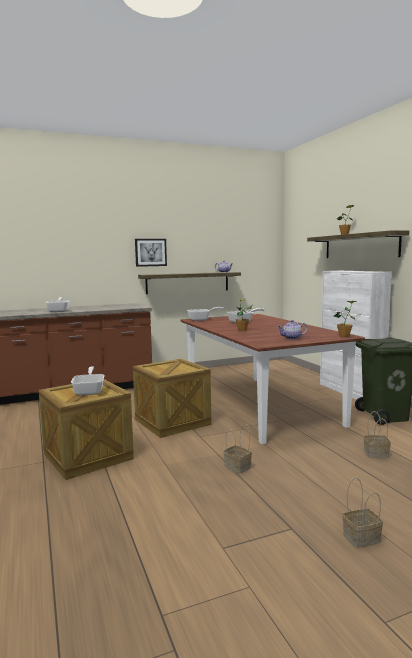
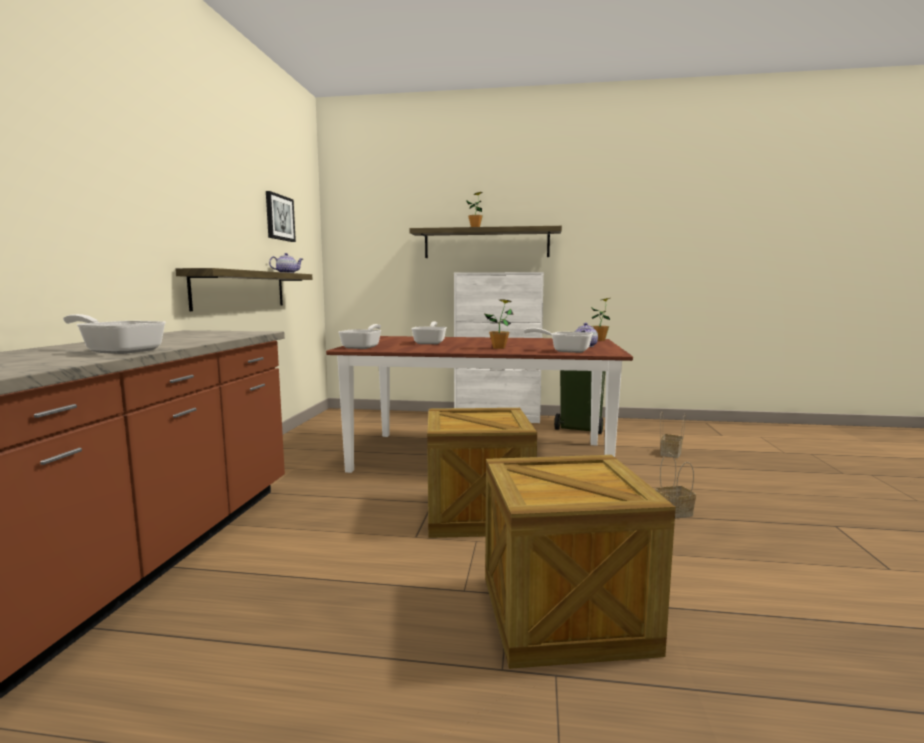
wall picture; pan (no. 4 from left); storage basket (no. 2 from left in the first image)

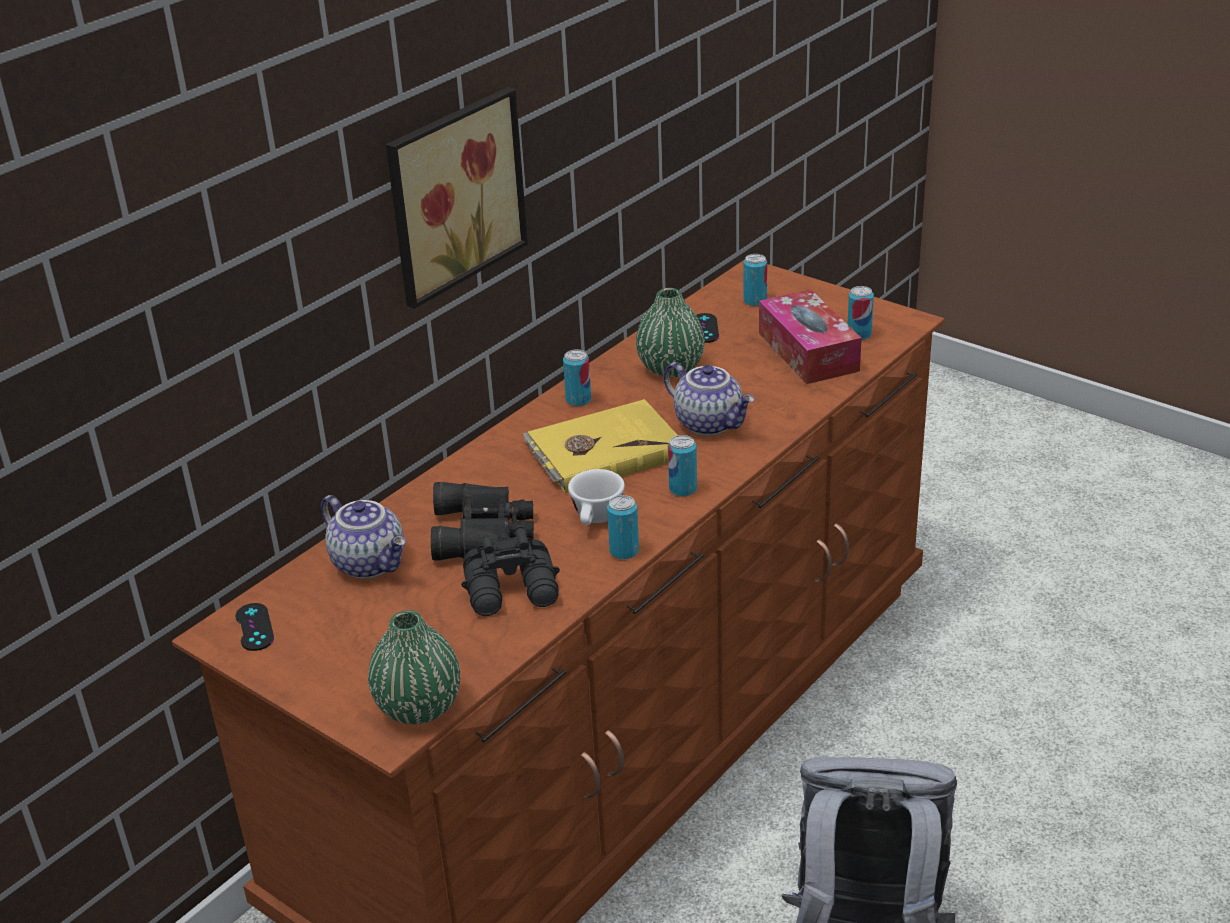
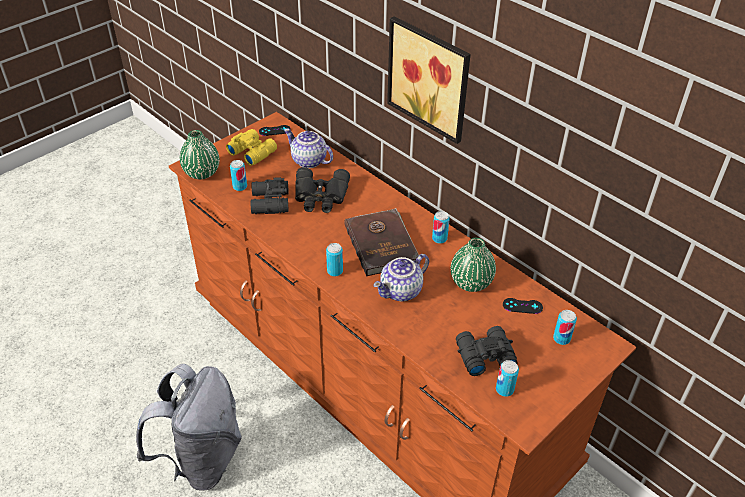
pair of binoculars (yellowish); sealed can (no. 1 from left); pot for tea (no. 1 from left); book (brown); pair of binoculars (black-coloured) (no. 3 from left); small cup (white)

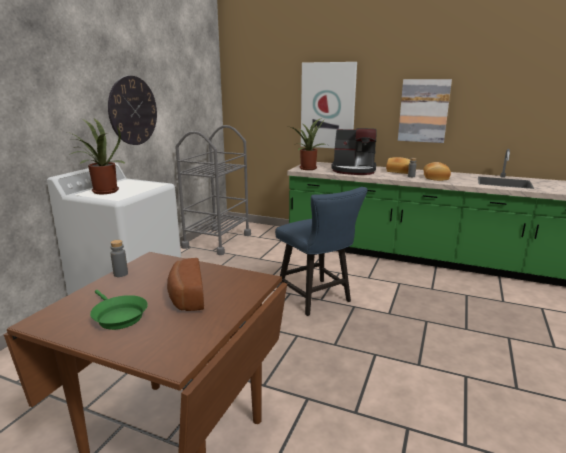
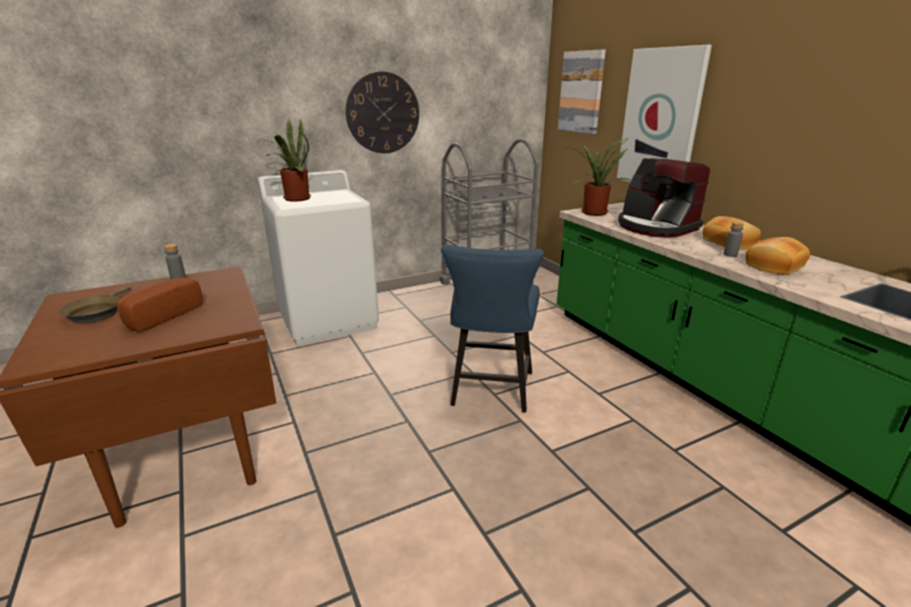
pan (brown); wall picture (no. 1 from left)

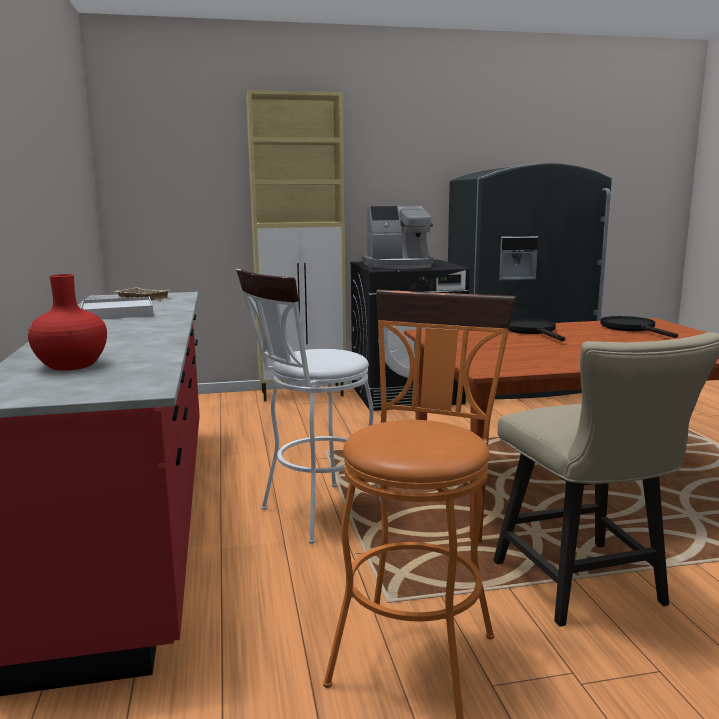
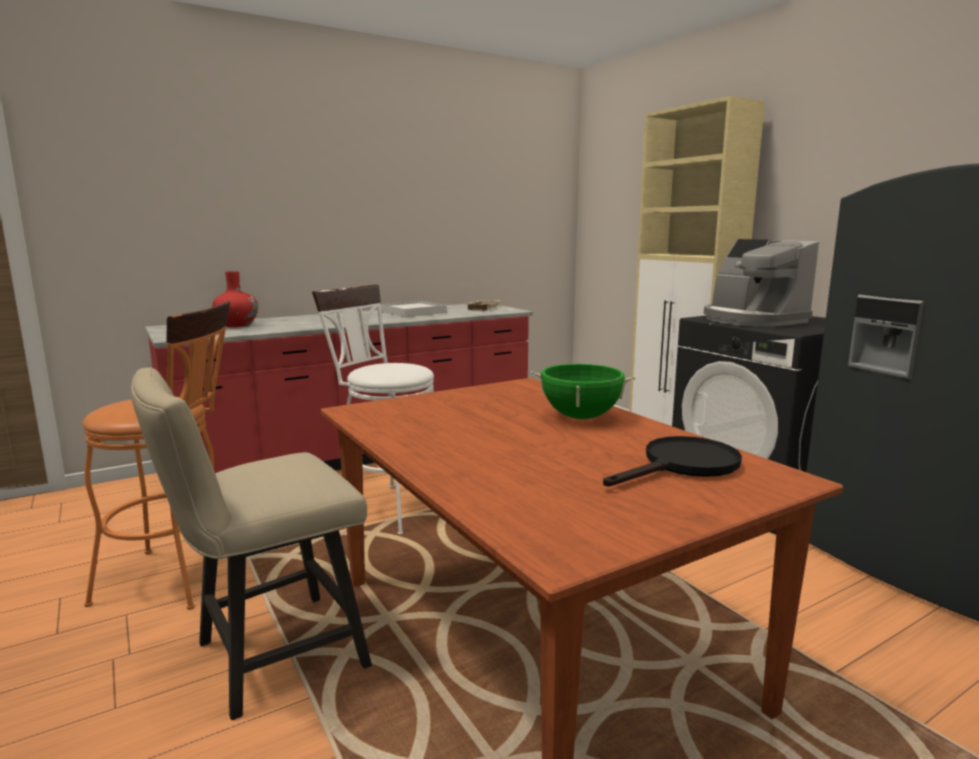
saucepot (green)

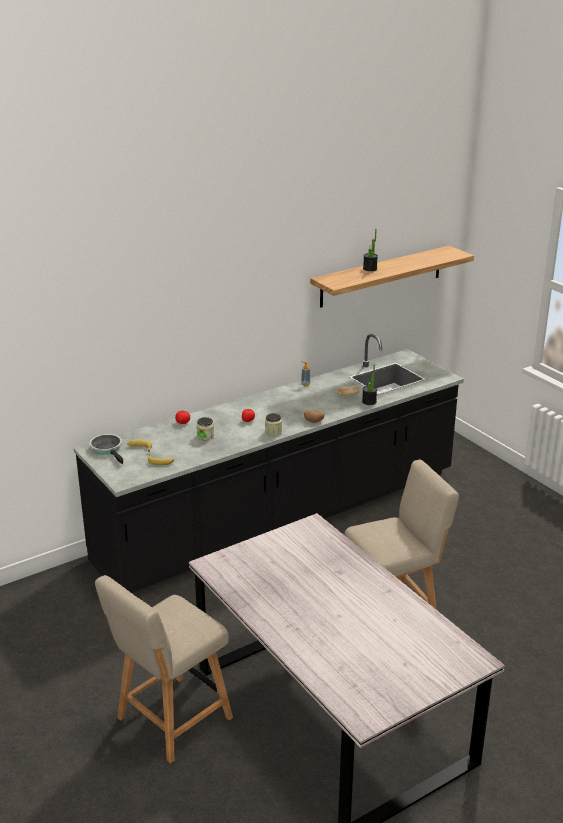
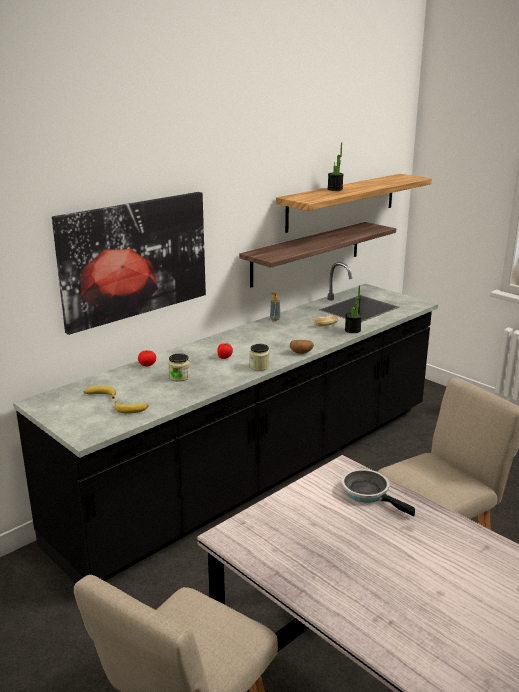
wall picture; bracket shelf (no. 1 from left); pan

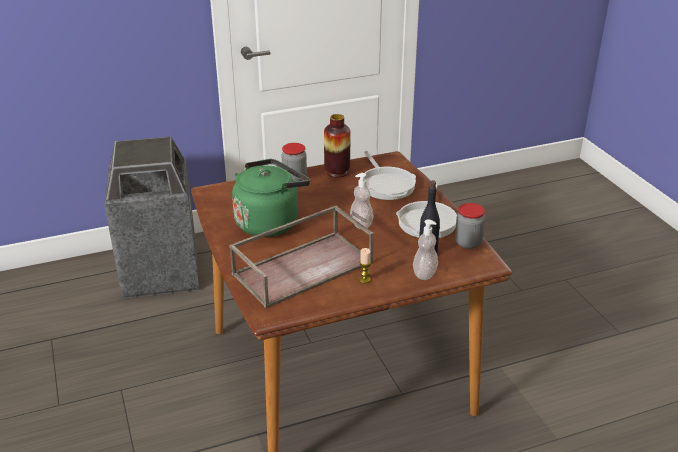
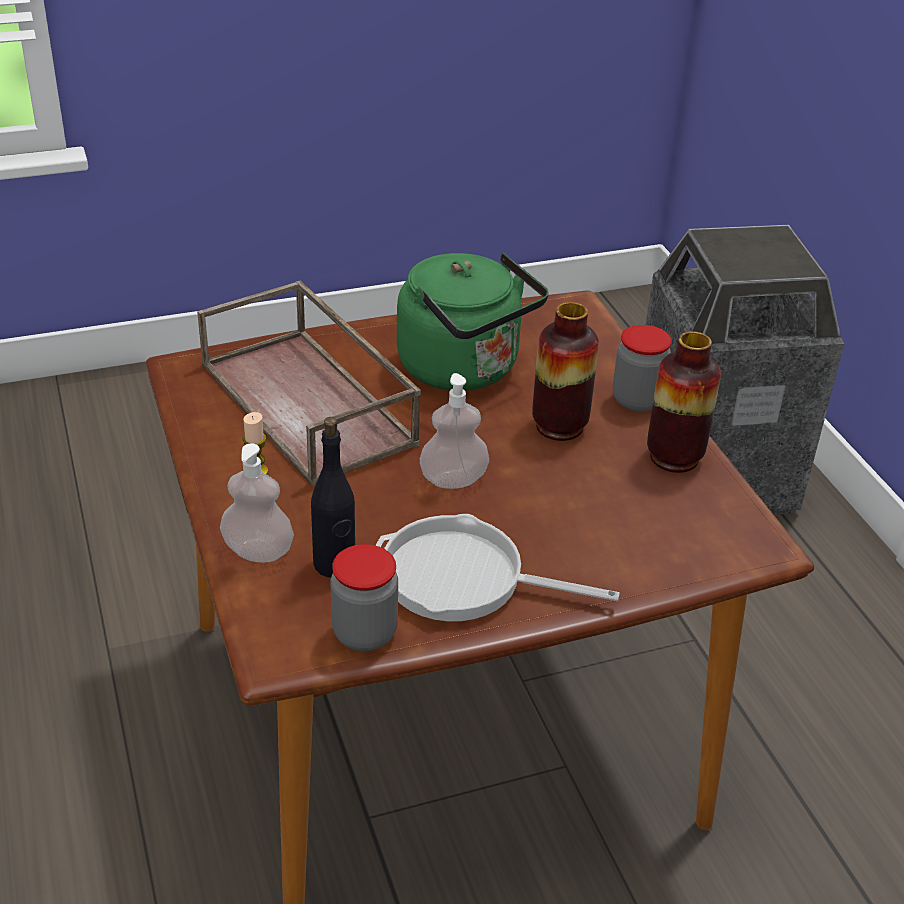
vase (no. 1 from left); pan (no. 1 from left in the first image)

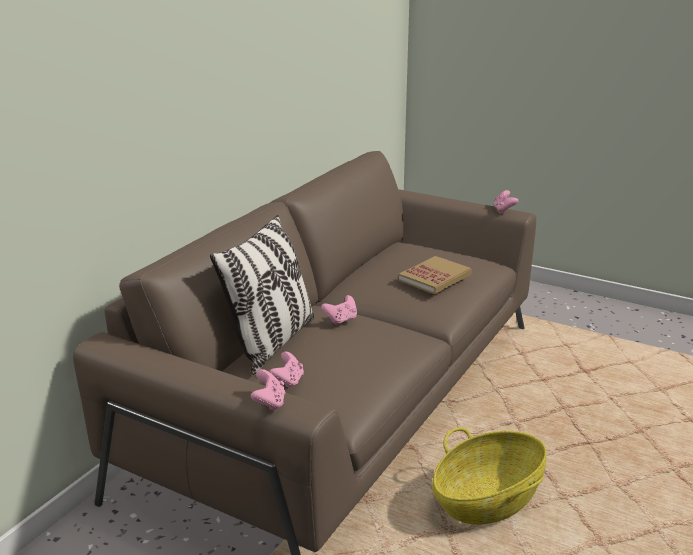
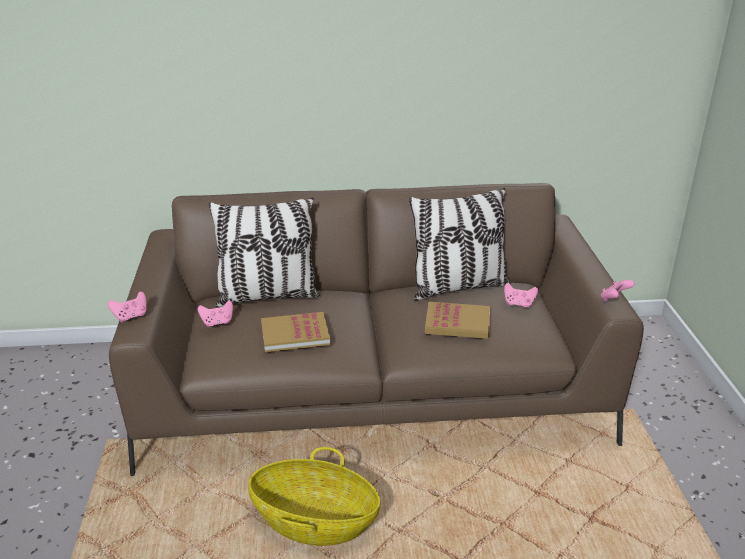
book (no. 1 from left); throw pillow (no. 2 from left); game controller (pinkish) (no. 3 from left)

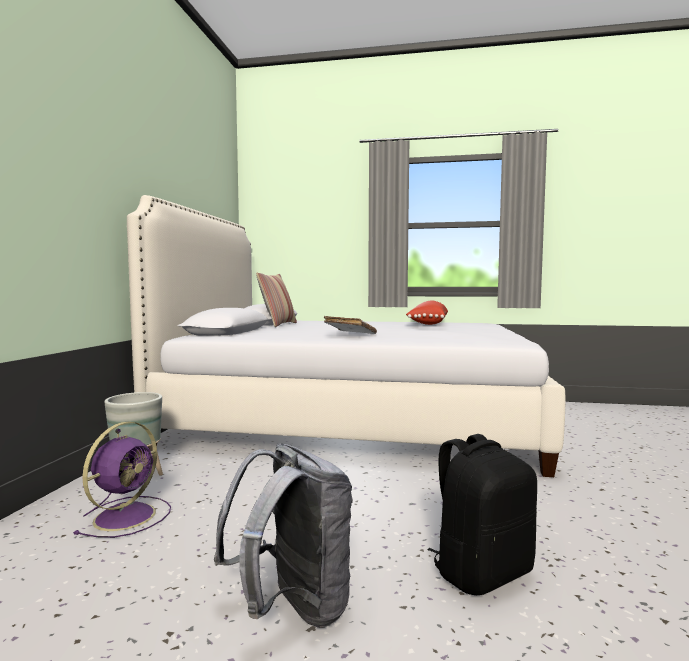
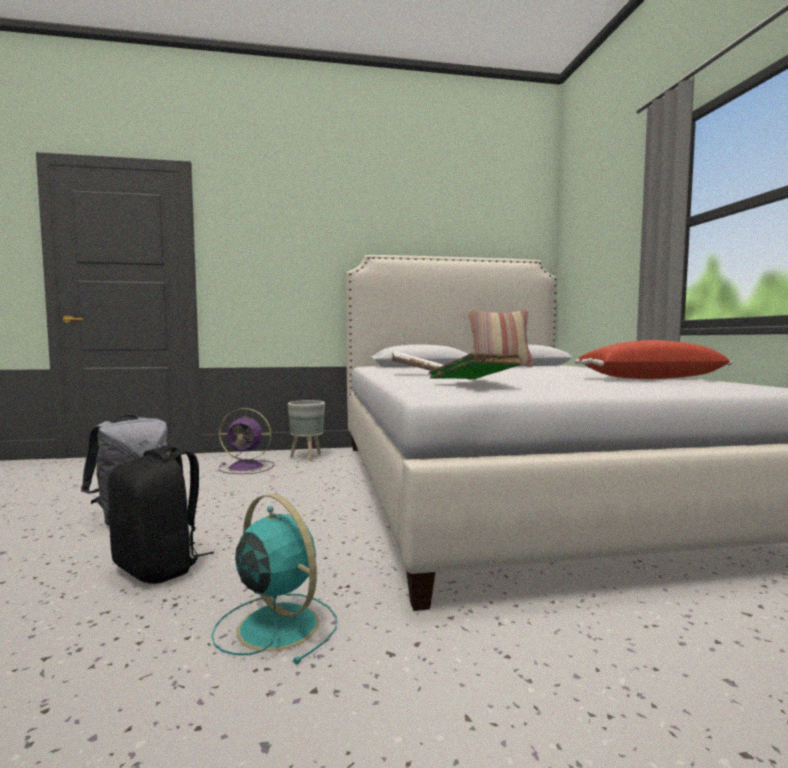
cooling fan (blue-green); book (green)

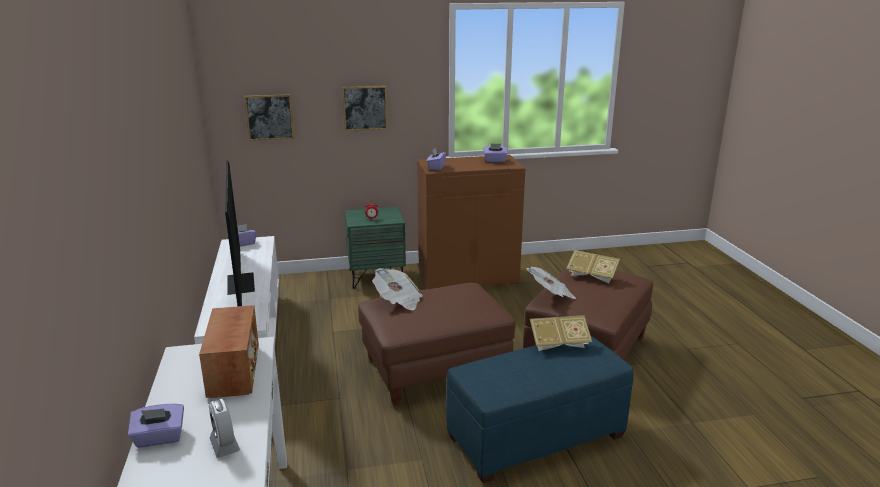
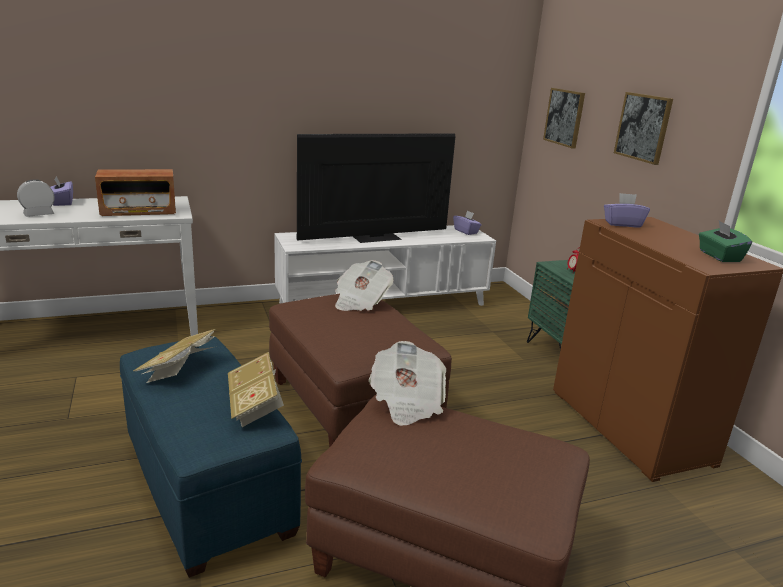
book (no. 1 from left); tissue holder (green)

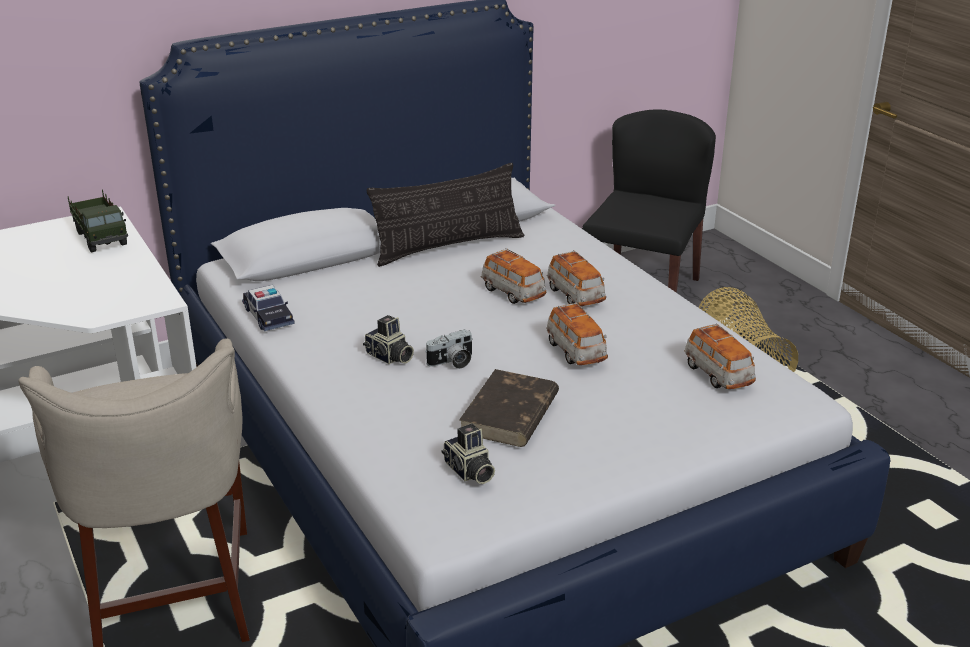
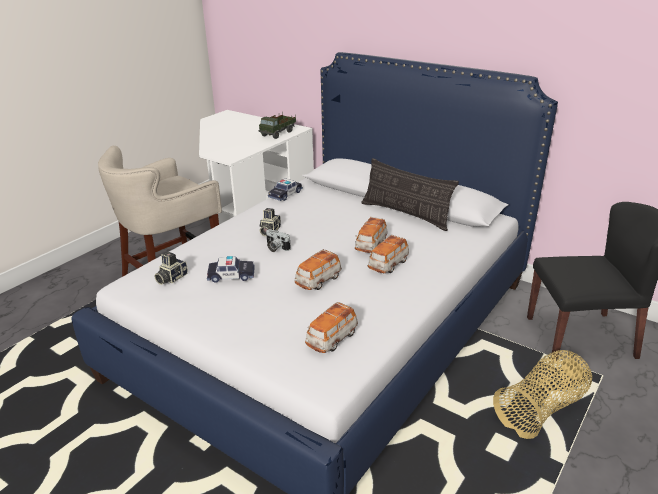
toy car (no. 1 from left)

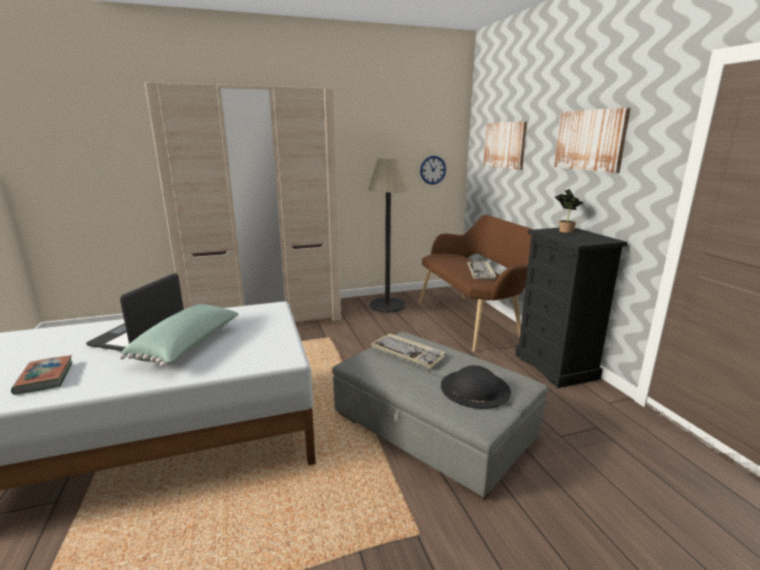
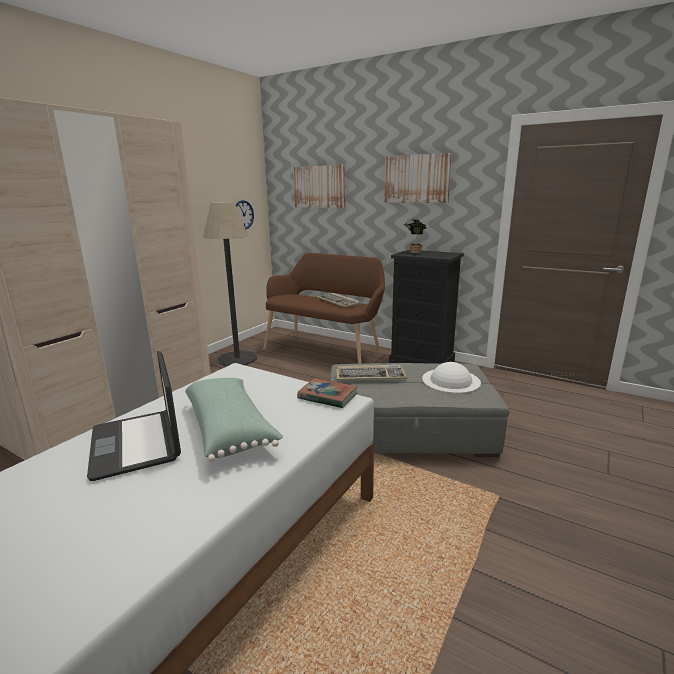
book; hat (white)

